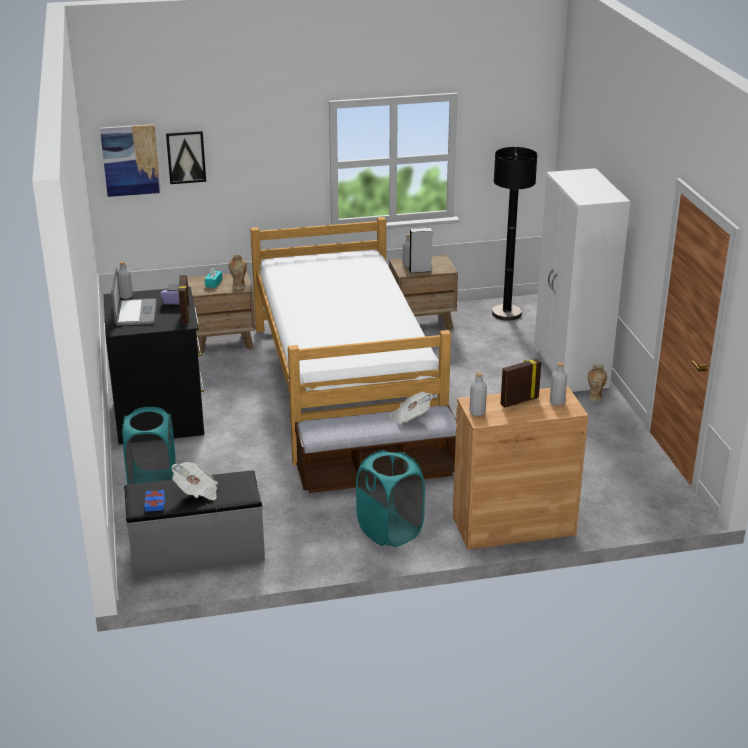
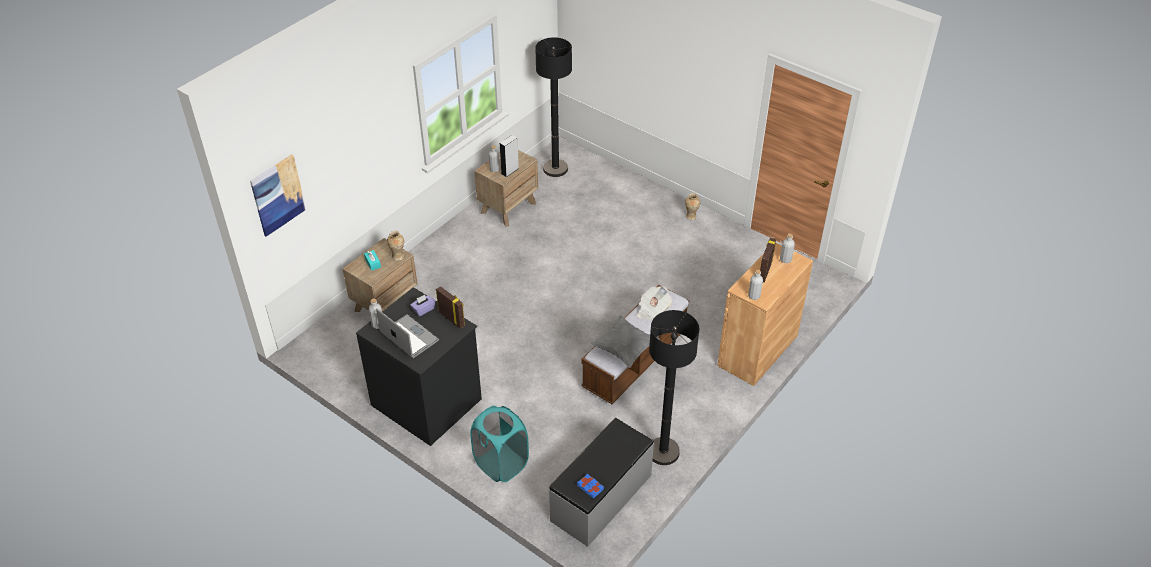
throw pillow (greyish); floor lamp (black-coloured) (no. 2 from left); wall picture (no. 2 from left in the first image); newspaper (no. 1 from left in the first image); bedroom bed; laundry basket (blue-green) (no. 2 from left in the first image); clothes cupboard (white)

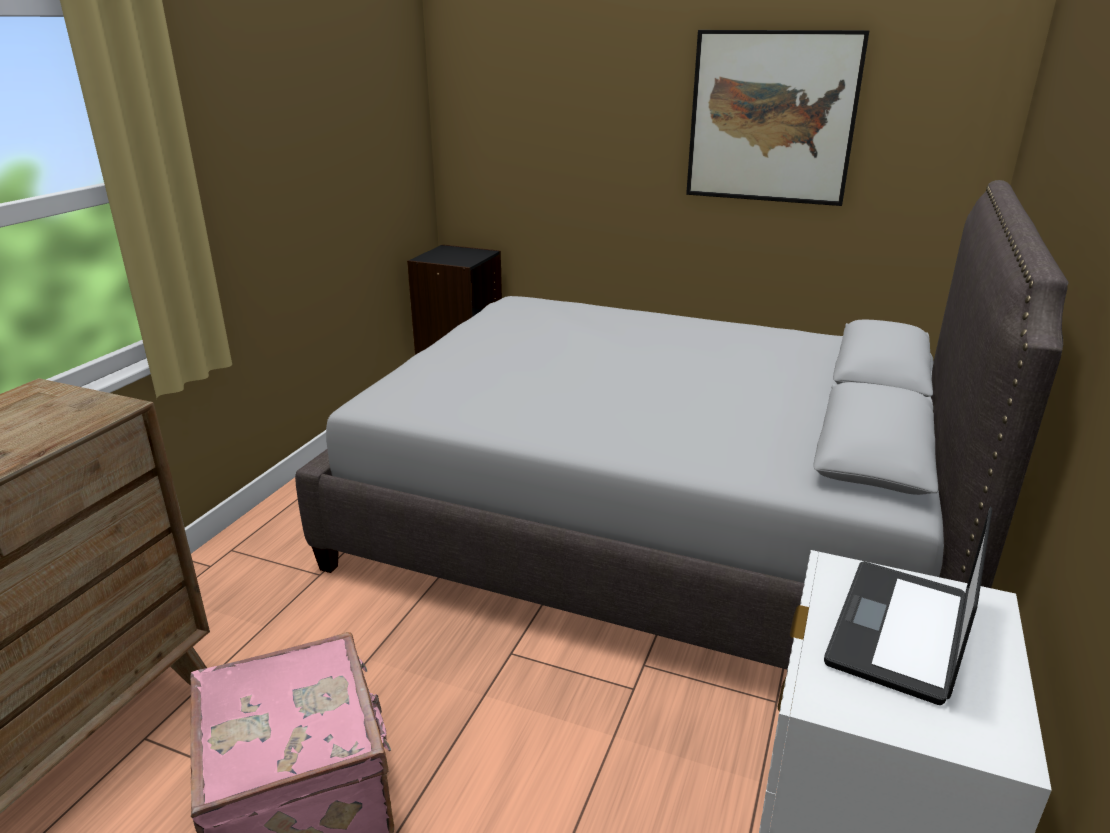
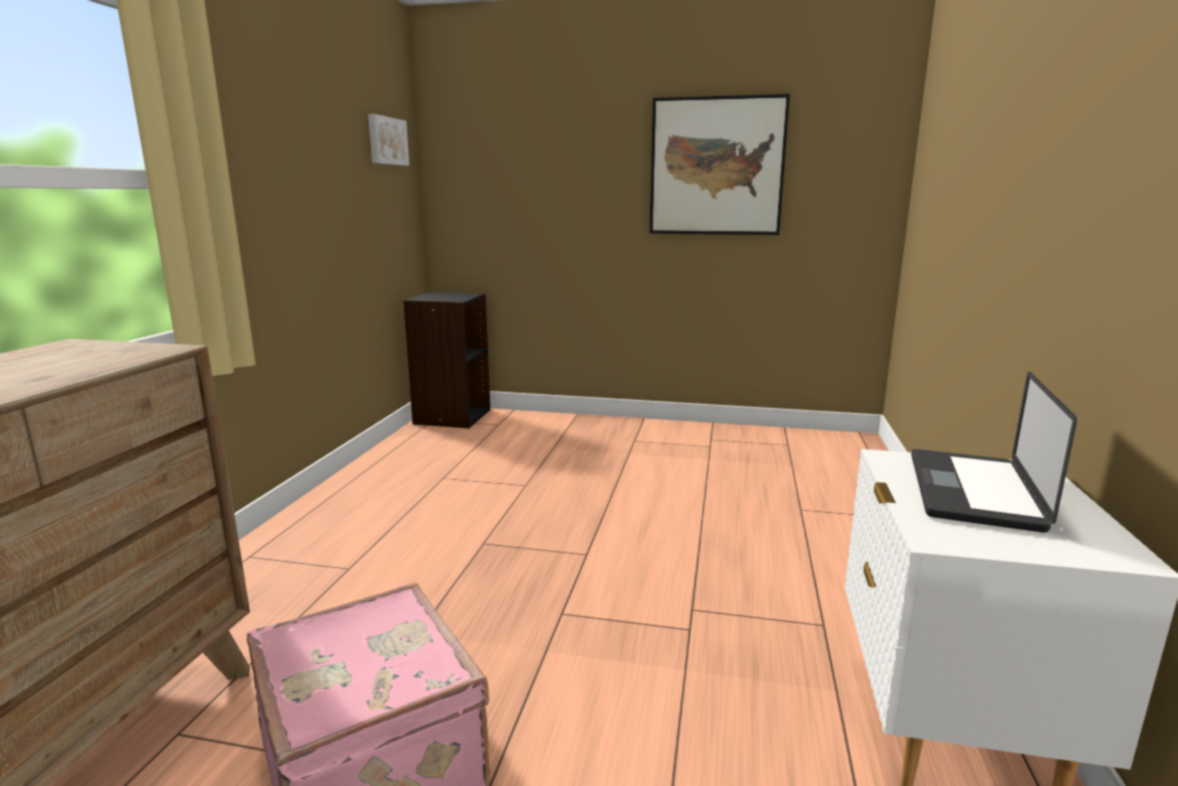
wall picture (no. 1 from left); bedroom bed (greyish)

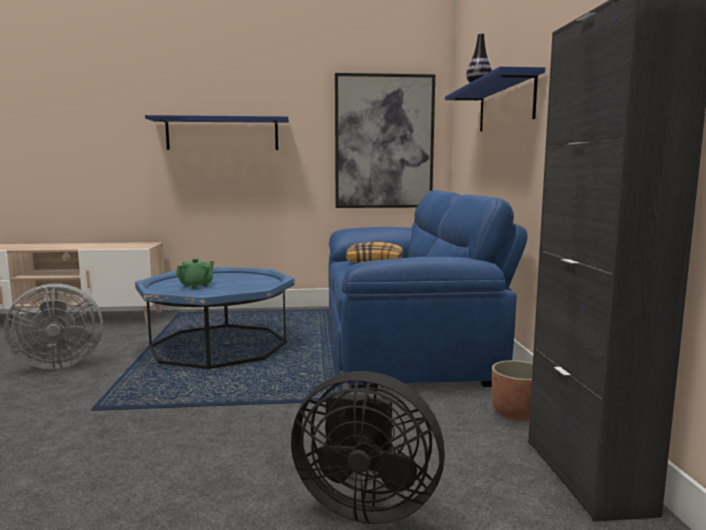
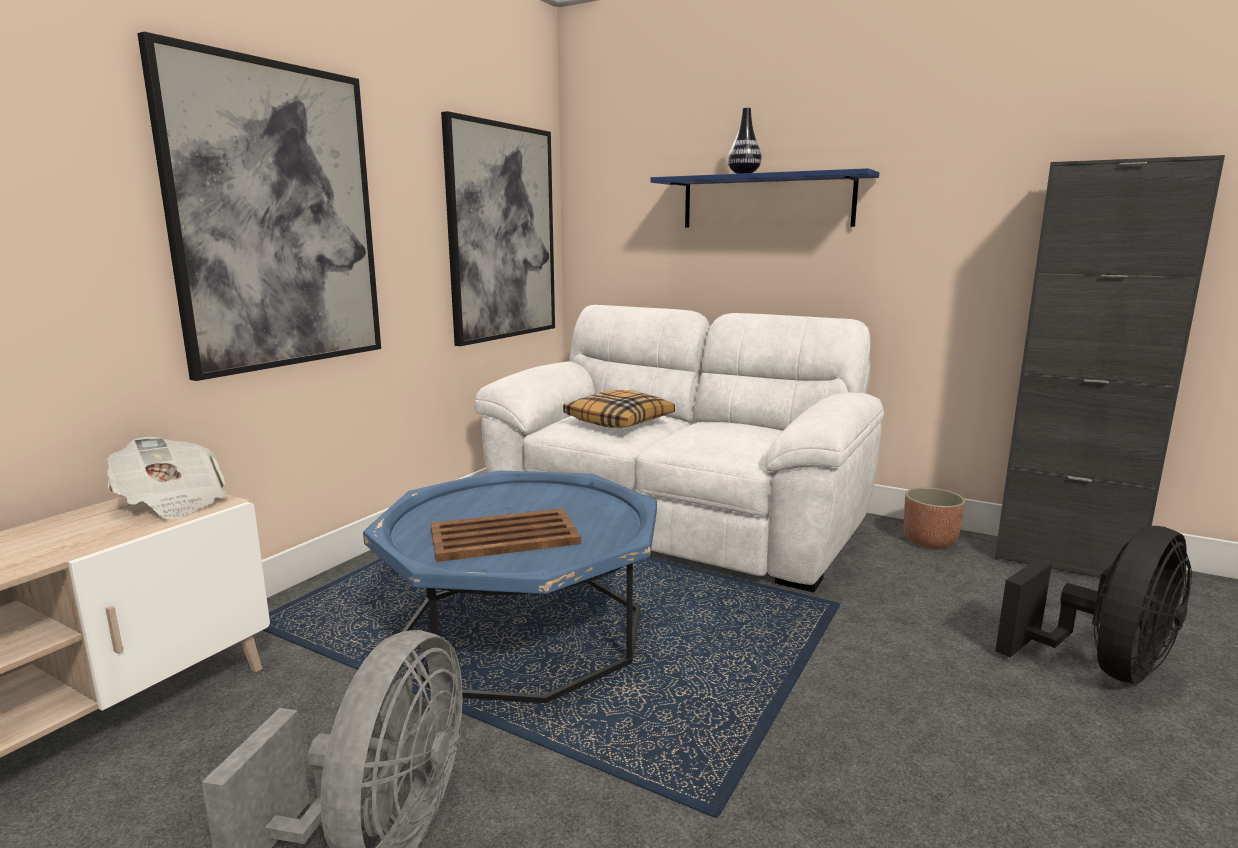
newspaper; wall picture (no. 1 from left); tray (brown); settee (white)

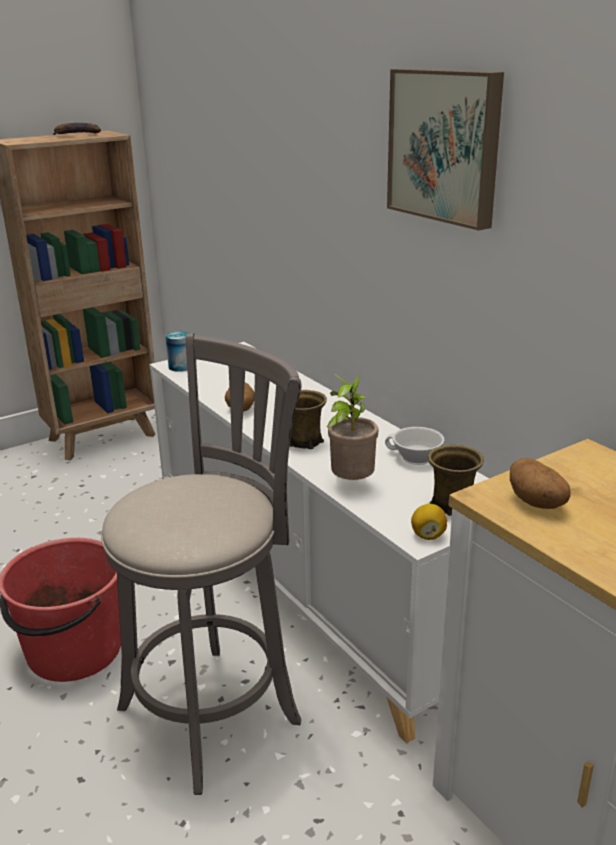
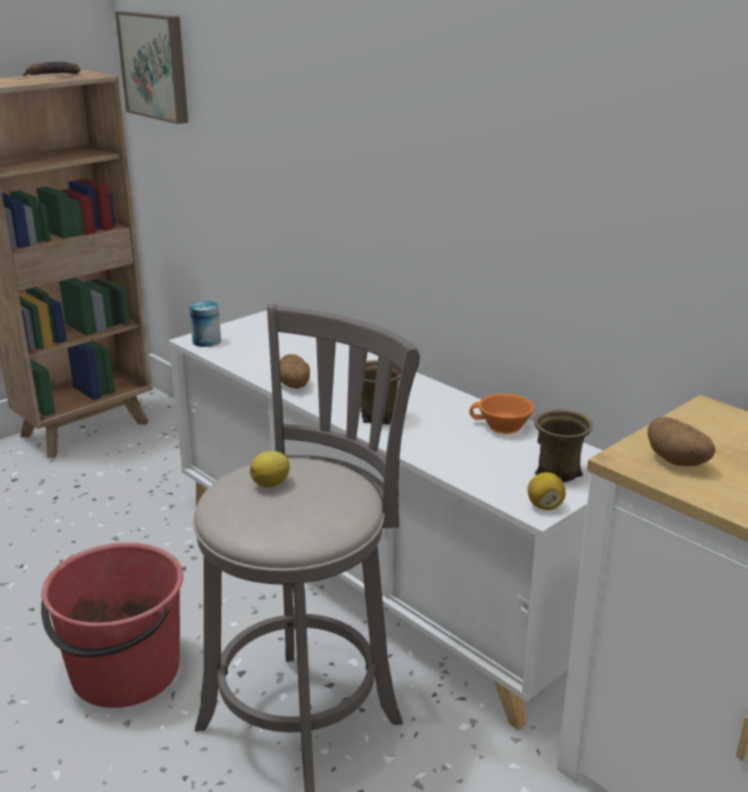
wall picture; lemon (no. 1 from left); small cup (orange-coloured); houseplant

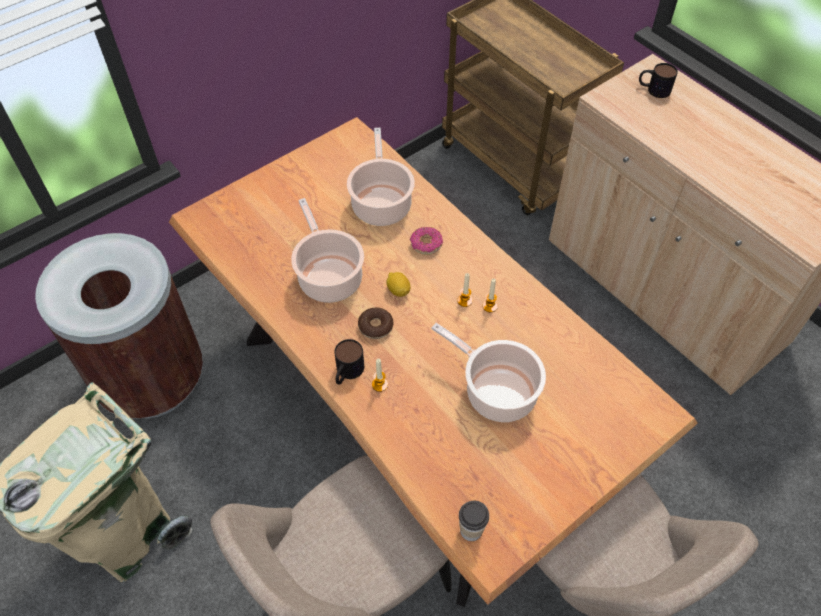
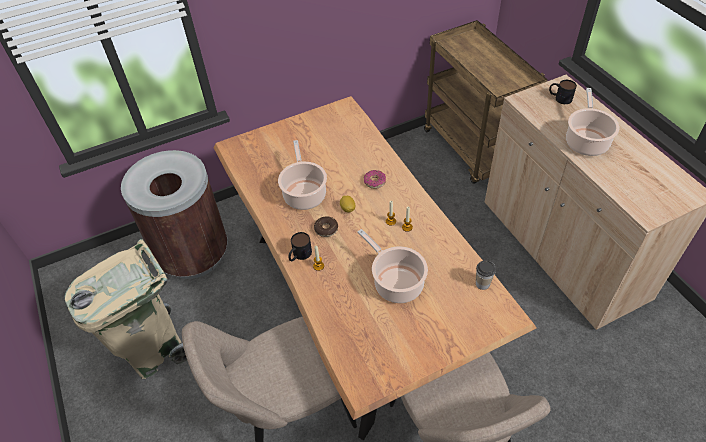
small cup; saucepot (no. 3 from left)

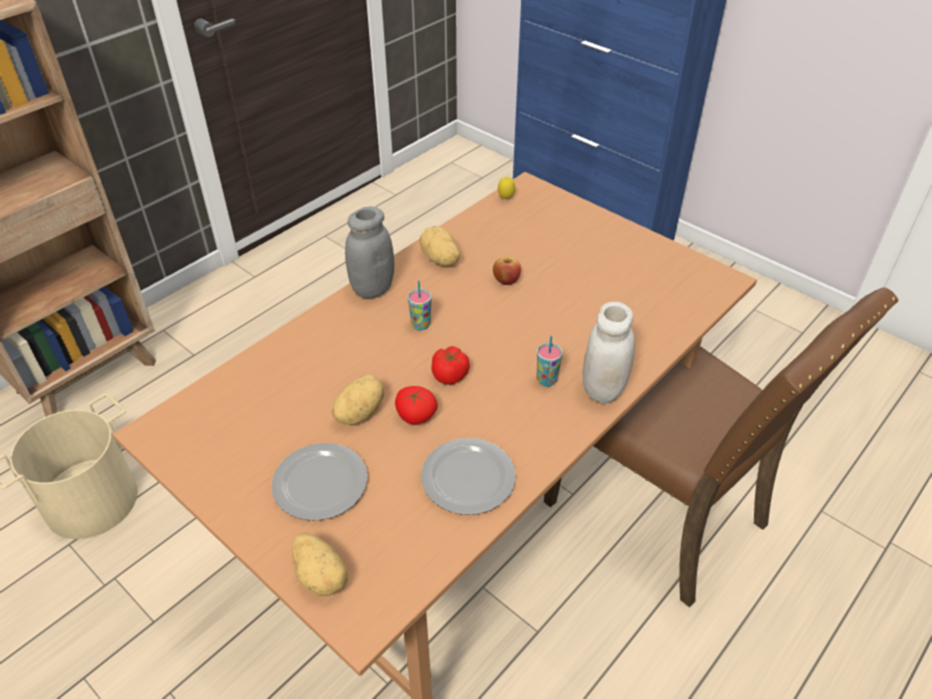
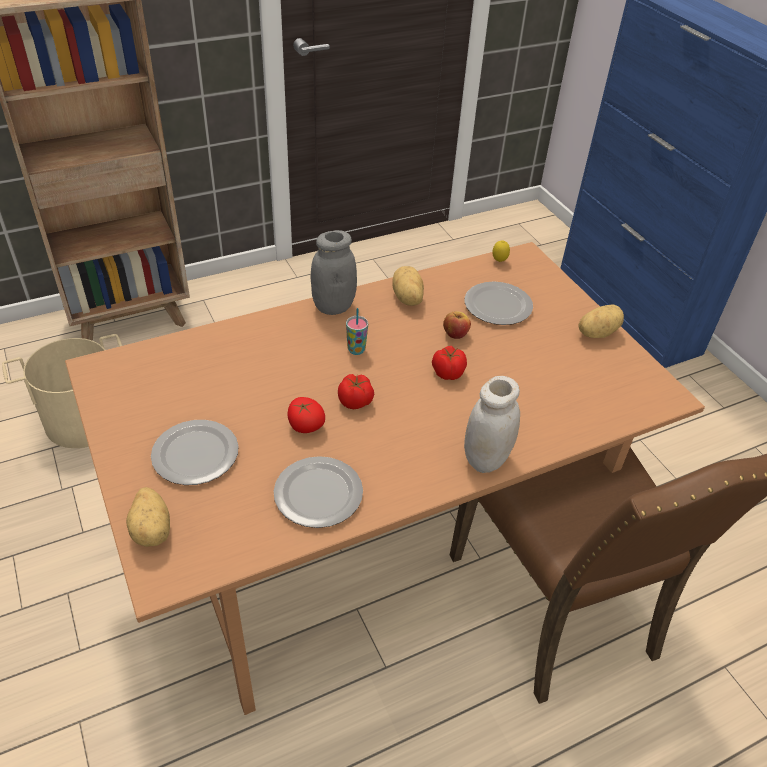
fresh tomato (no. 3 from left); dinner plate (no. 3 from left); whole potato (no. 3 from left); small cup (no. 2 from left in the first image)

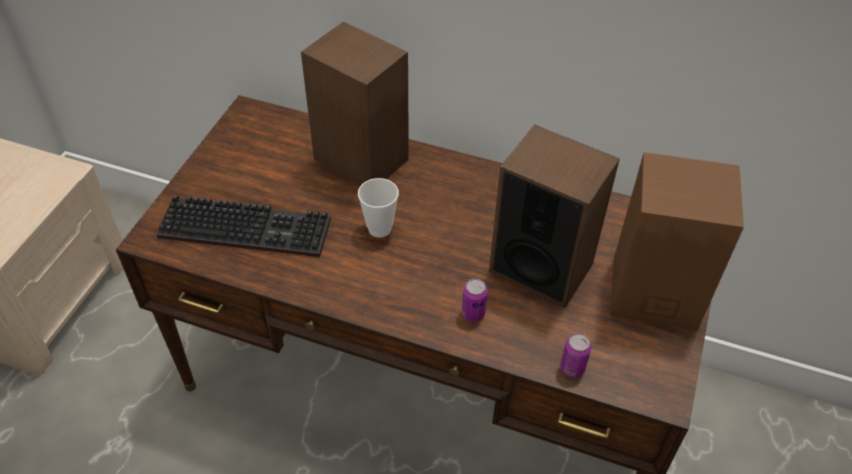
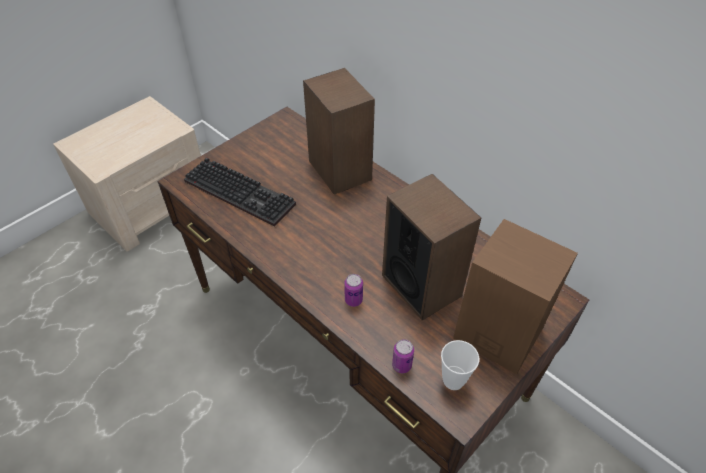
small cup

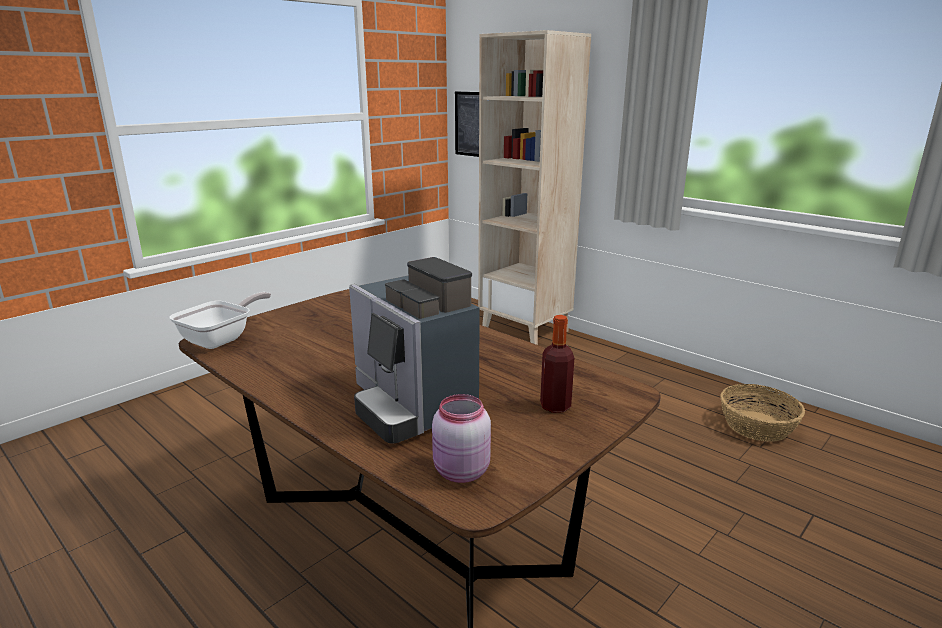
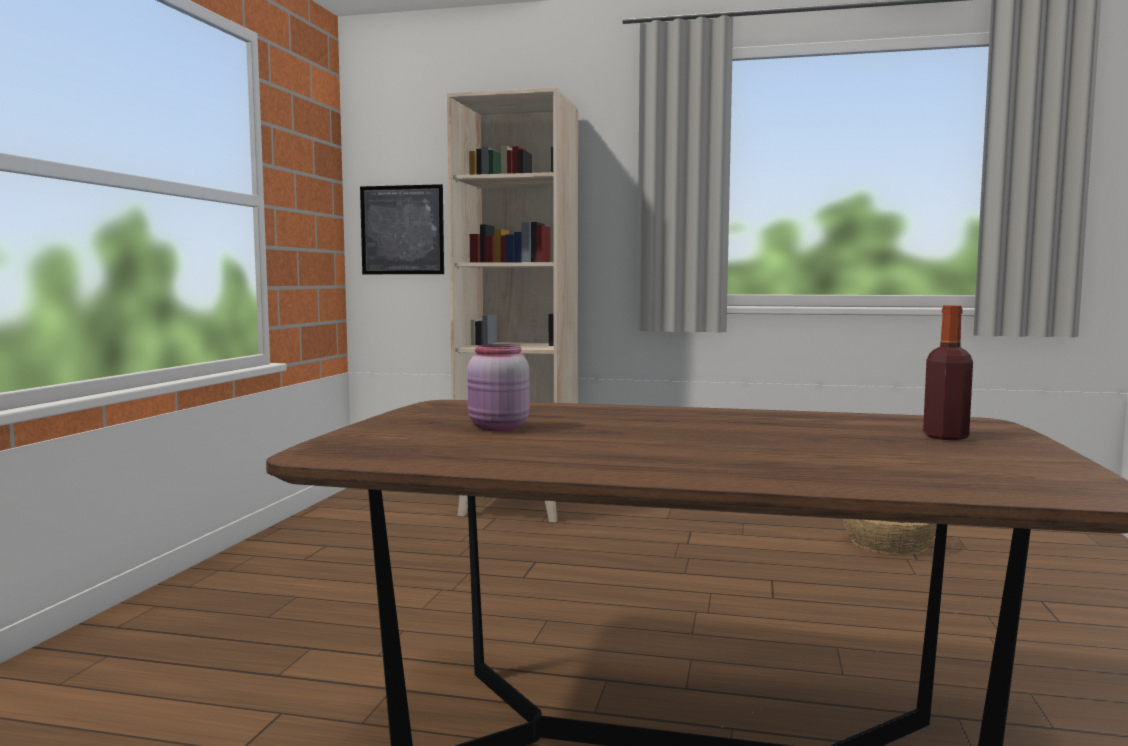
jar (pinkish); pan; coffee maker

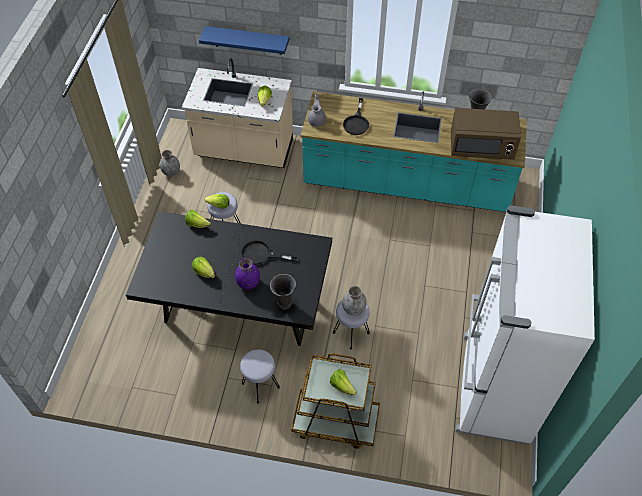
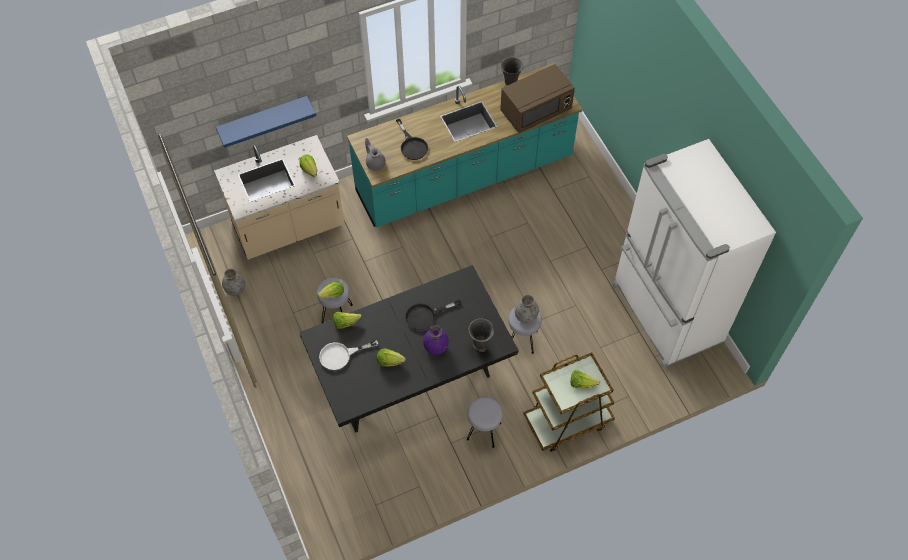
pan (white)

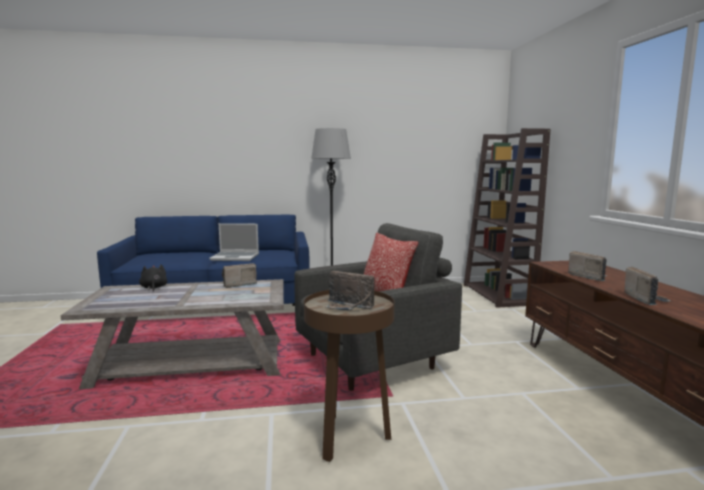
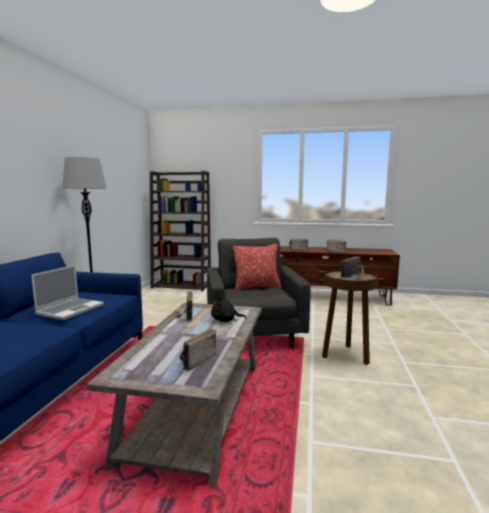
radio receiver (no. 2 from left); plush toy (black-coloured)

